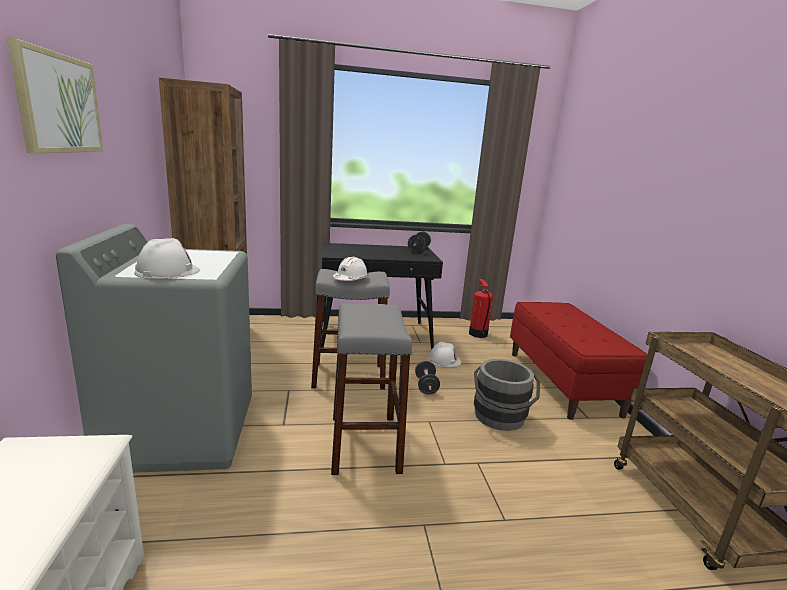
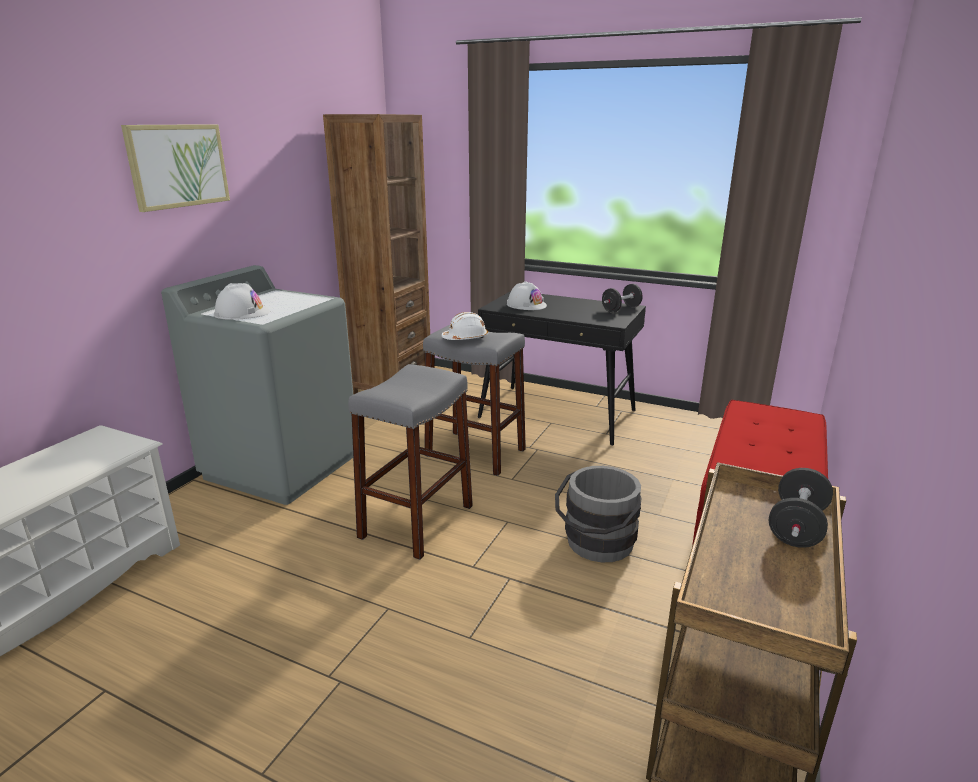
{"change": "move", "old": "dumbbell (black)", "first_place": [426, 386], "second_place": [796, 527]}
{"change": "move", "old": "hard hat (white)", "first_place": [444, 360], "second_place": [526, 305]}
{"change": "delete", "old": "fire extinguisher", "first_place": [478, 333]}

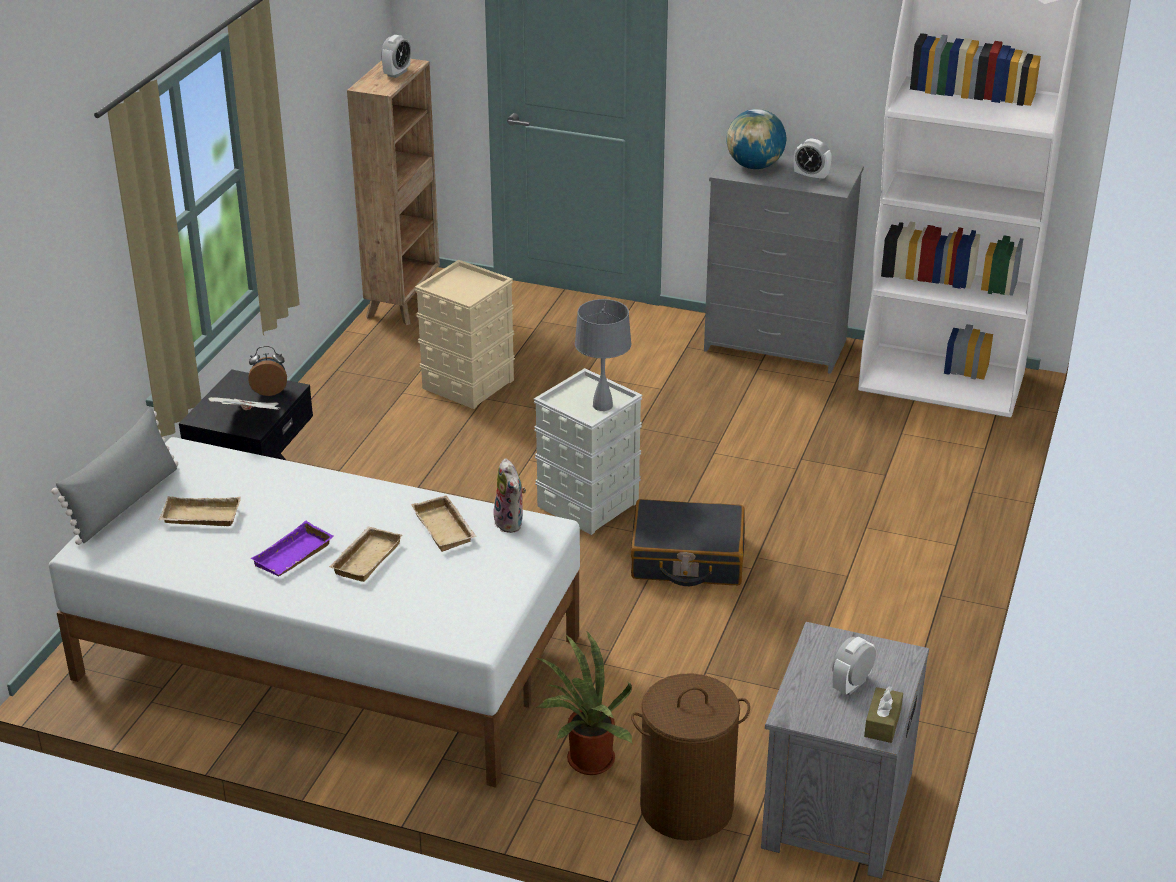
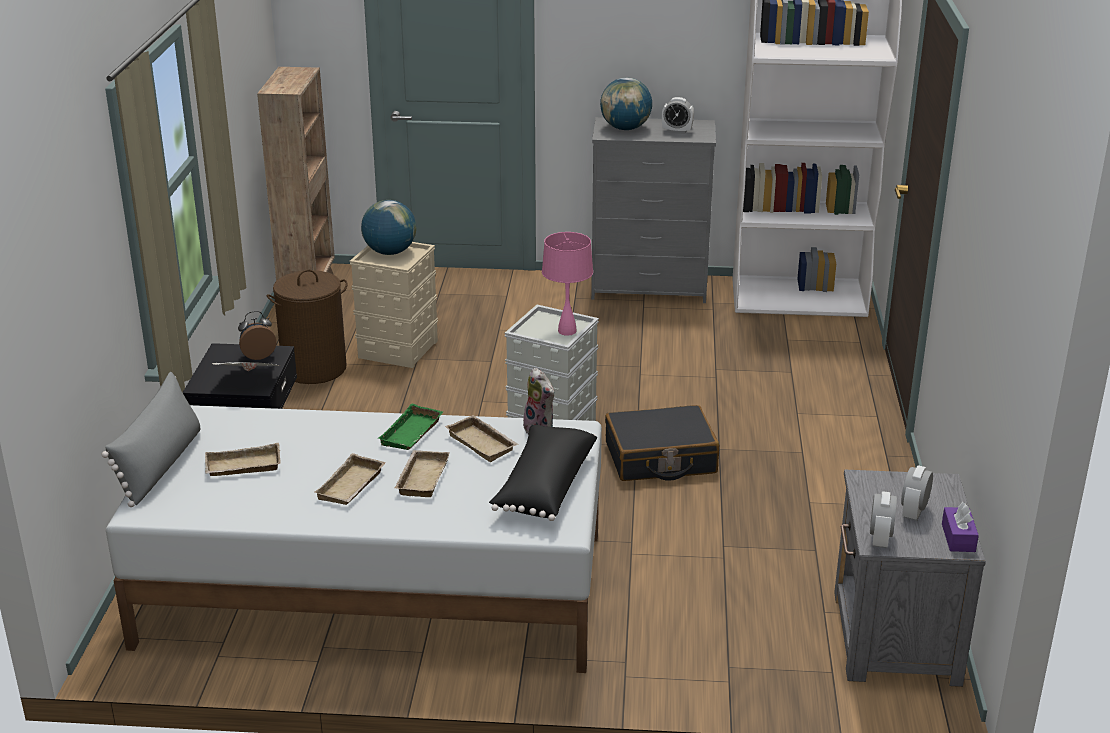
{"change": "recolor", "old": "tray (purple)", "new": "tray (beige)", "first_place": [294, 557], "second_place": [352, 486]}
{"change": "move", "old": "alarm clock", "first_place": [397, 73], "second_place": [880, 539]}
{"change": "delete", "old": "potted plant", "first_place": [585, 762]}
{"change": "recolor", "old": "table lamp (grey)", "new": "table lamp (pink)", "first_place": [602, 406], "second_place": [567, 331]}
{"change": "move", "old": "laundry basket (brown)", "first_place": [685, 808], "second_place": [313, 369]}
{"change": "recolor", "old": "tissue box (brown)", "new": "tissue box (purple)", "first_place": [882, 723], "second_place": [958, 538]}
{"change": "insert", "new": "globe", "second_place": [390, 252]}
{"change": "insert", "new": "tray (green)", "second_place": [412, 434]}
{"change": "insert", "new": "pillow (black)", "second_place": [543, 487]}

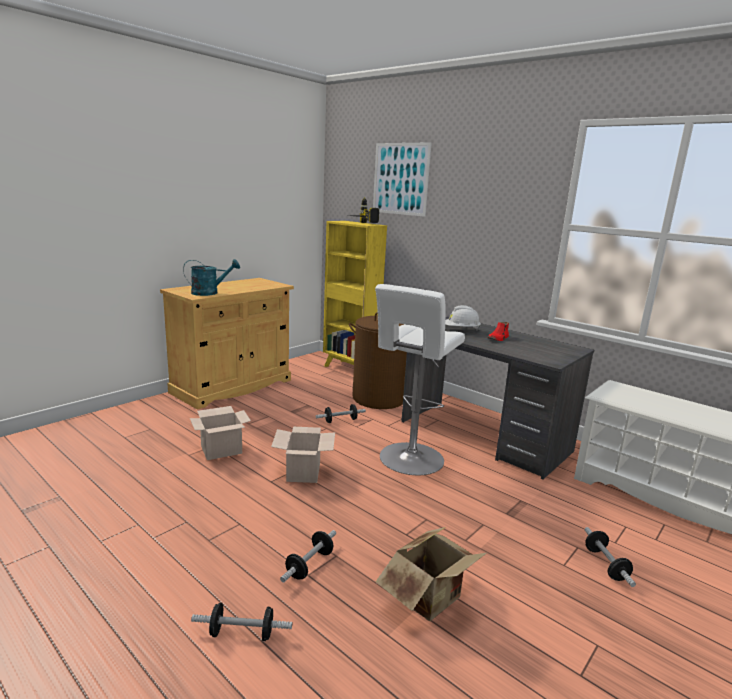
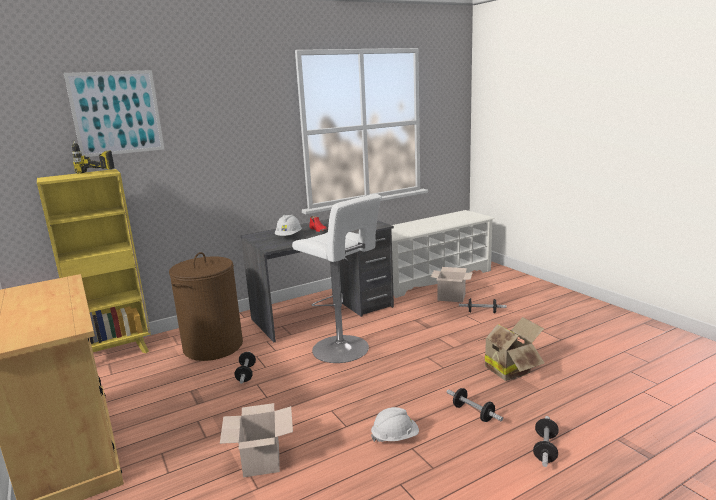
{"change": "delete", "old": "watering can (turquoise)", "first_place": [210, 293]}
{"change": "move", "old": "cardboard box", "first_place": [304, 473], "second_place": [452, 297]}
{"change": "insert", "new": "hard hat (white)", "second_place": [395, 437]}

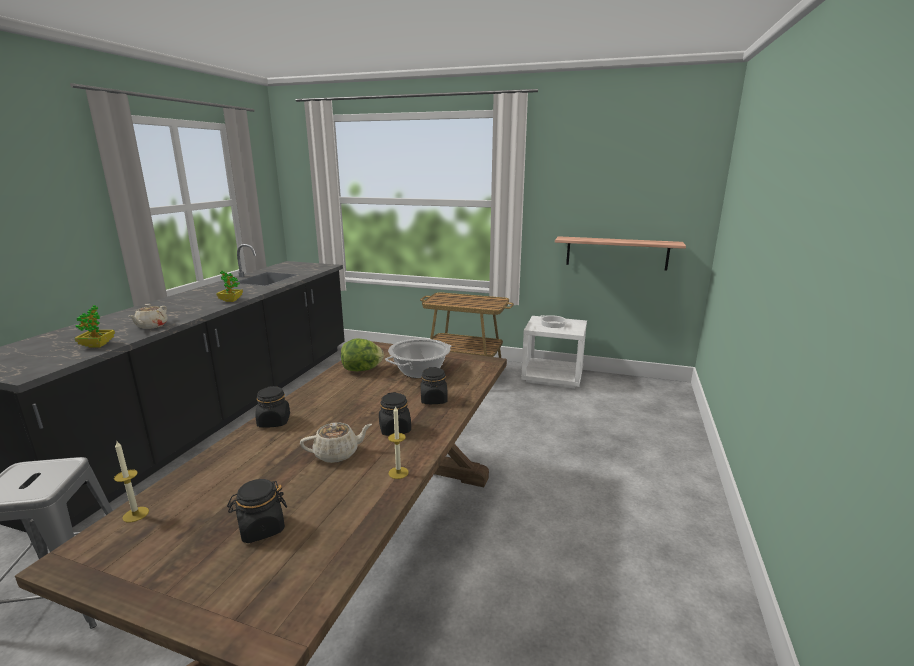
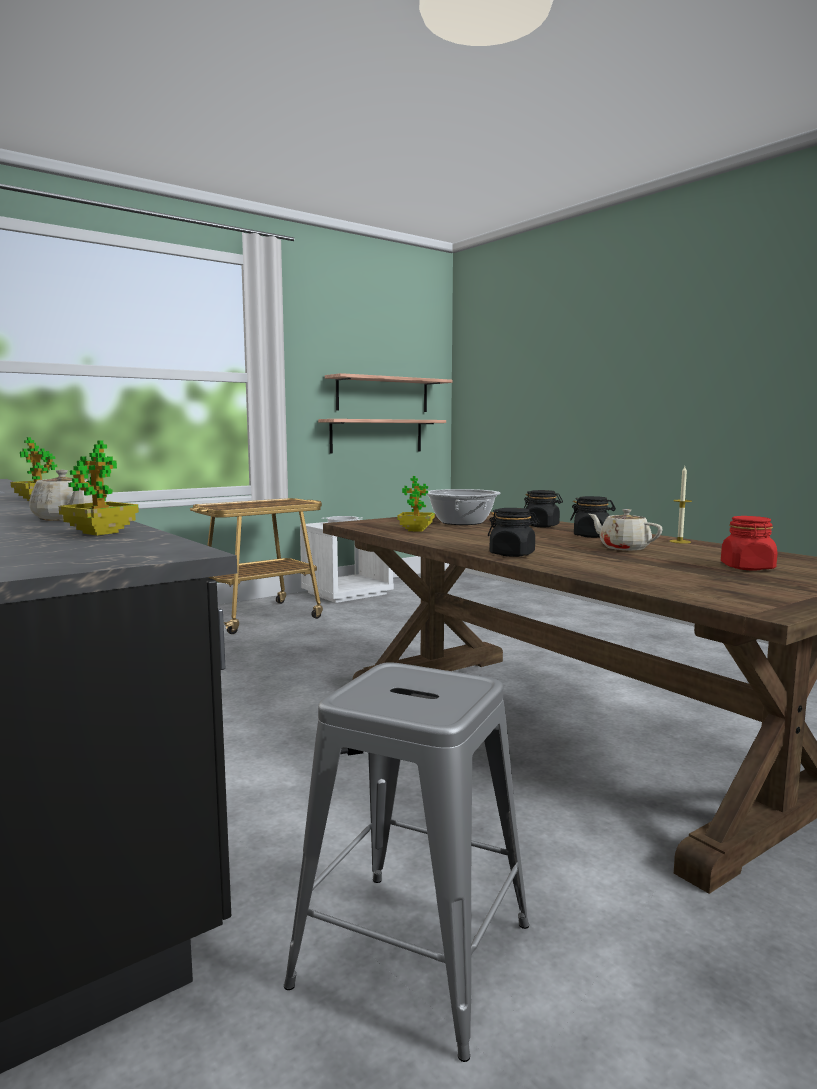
{"change": "delete", "old": "candle", "first_place": [135, 514]}
{"change": "recolor", "old": "jar (black)", "new": "jar (red)", "first_place": [261, 528], "second_place": [747, 568]}
{"change": "rotate", "old": "teapot (beige)", "first_place": [337, 454], "second_place": [623, 548], "degrees": -60}
{"change": "replace", "old": "lettuce", "new": "potted plant", "first_place": [362, 369], "second_place": [416, 530]}
{"change": "insert", "new": "shelf", "second_place": [383, 394]}

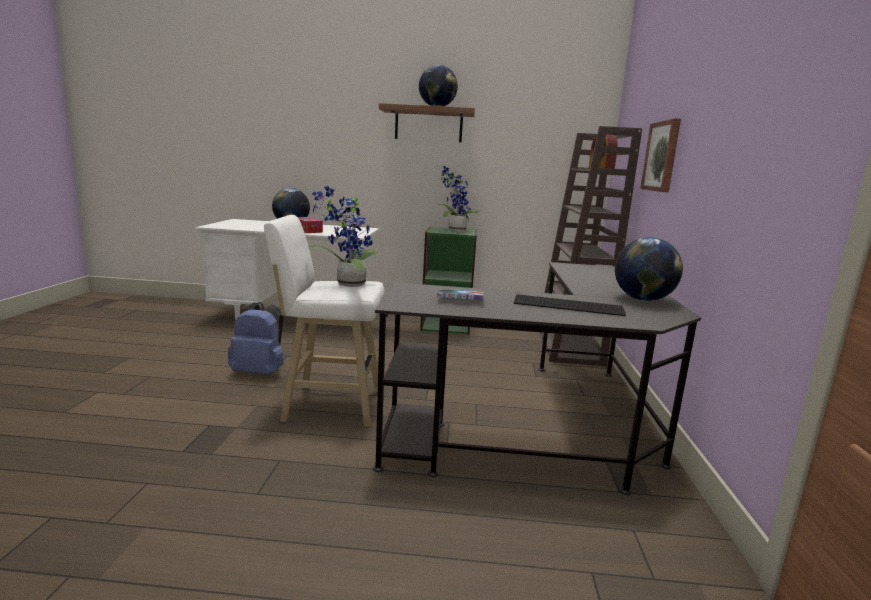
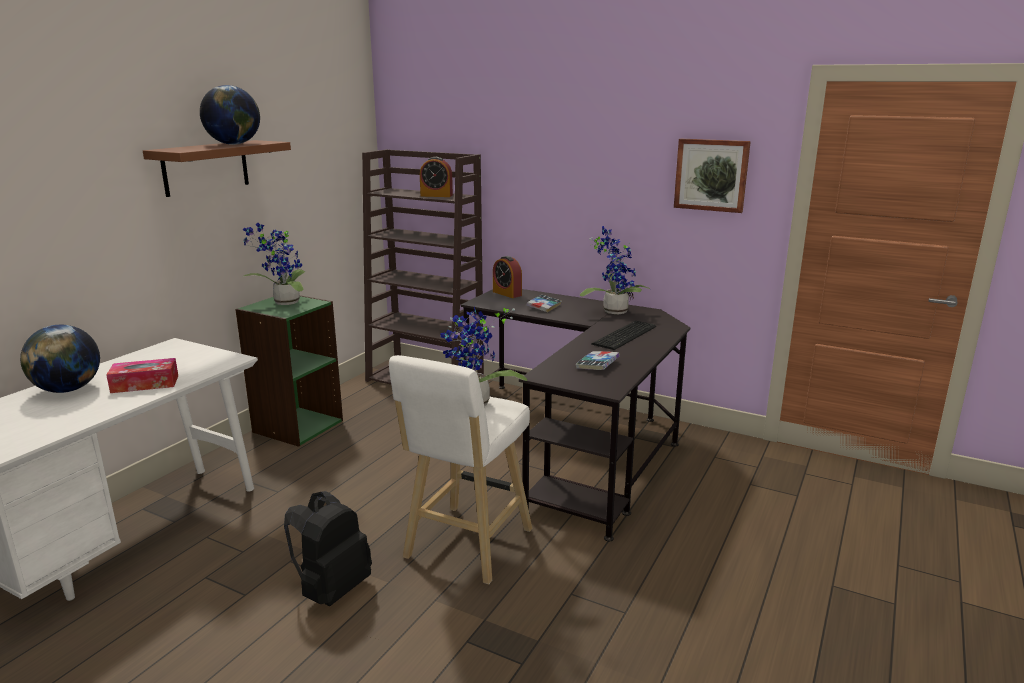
{"change": "recolor", "old": "backpack (blue)", "new": "backpack (black)", "first_place": [260, 372], "second_place": [332, 589]}
{"change": "replace", "old": "globe", "new": "potted plant", "first_place": [643, 299], "second_place": [613, 310]}
{"change": "move", "old": "picture", "first_place": [662, 156], "second_place": [711, 175]}
{"change": "insert", "new": "alarm clock", "second_place": [507, 293]}
{"change": "insert", "new": "book", "second_place": [544, 307]}

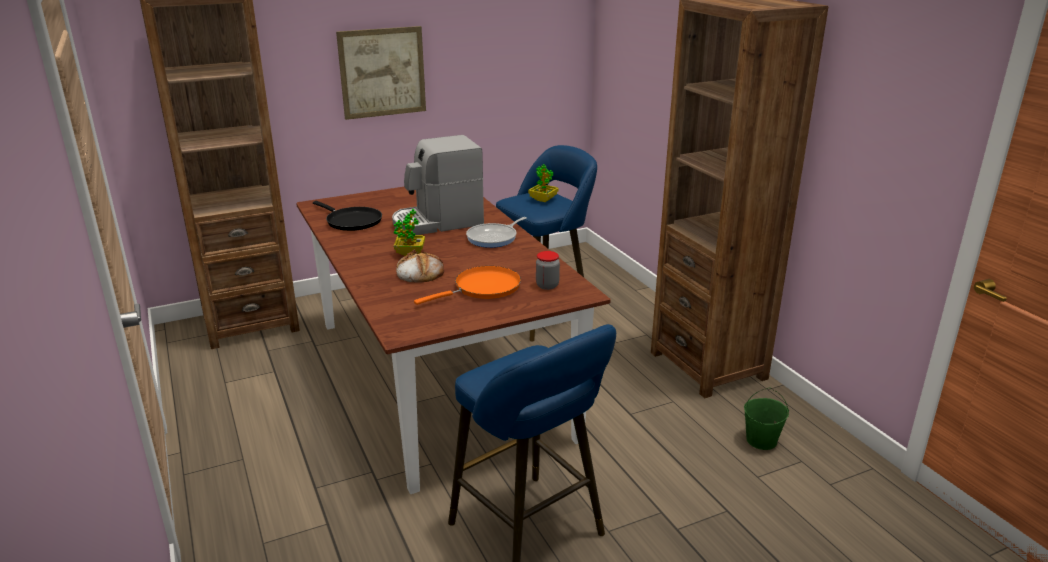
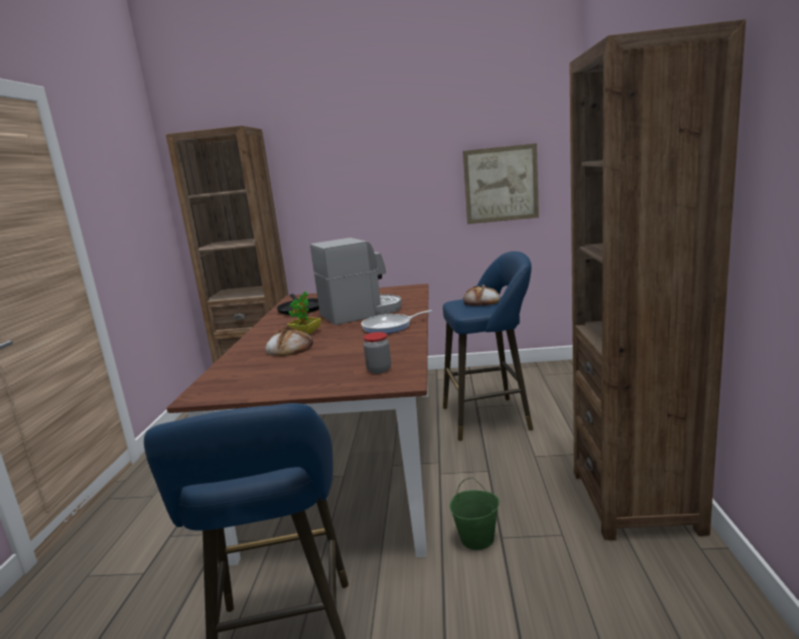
{"change": "move", "old": "picture", "first_place": [382, 72], "second_place": [501, 184]}
{"change": "rotate", "old": "coffee machine", "first_place": [437, 222], "second_place": [362, 312], "degrees": 150}
{"change": "delete", "old": "frying pan (orange)", "first_place": [483, 288]}
{"change": "replace", "old": "potted plant", "new": "bread", "first_place": [543, 199], "second_place": [482, 301]}
{"change": "move", "old": "bucket (green)", "first_place": [761, 440], "second_place": [477, 538]}

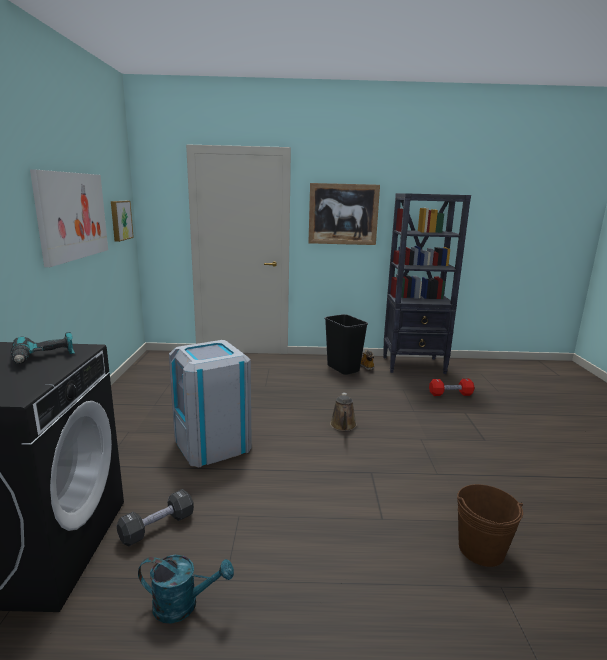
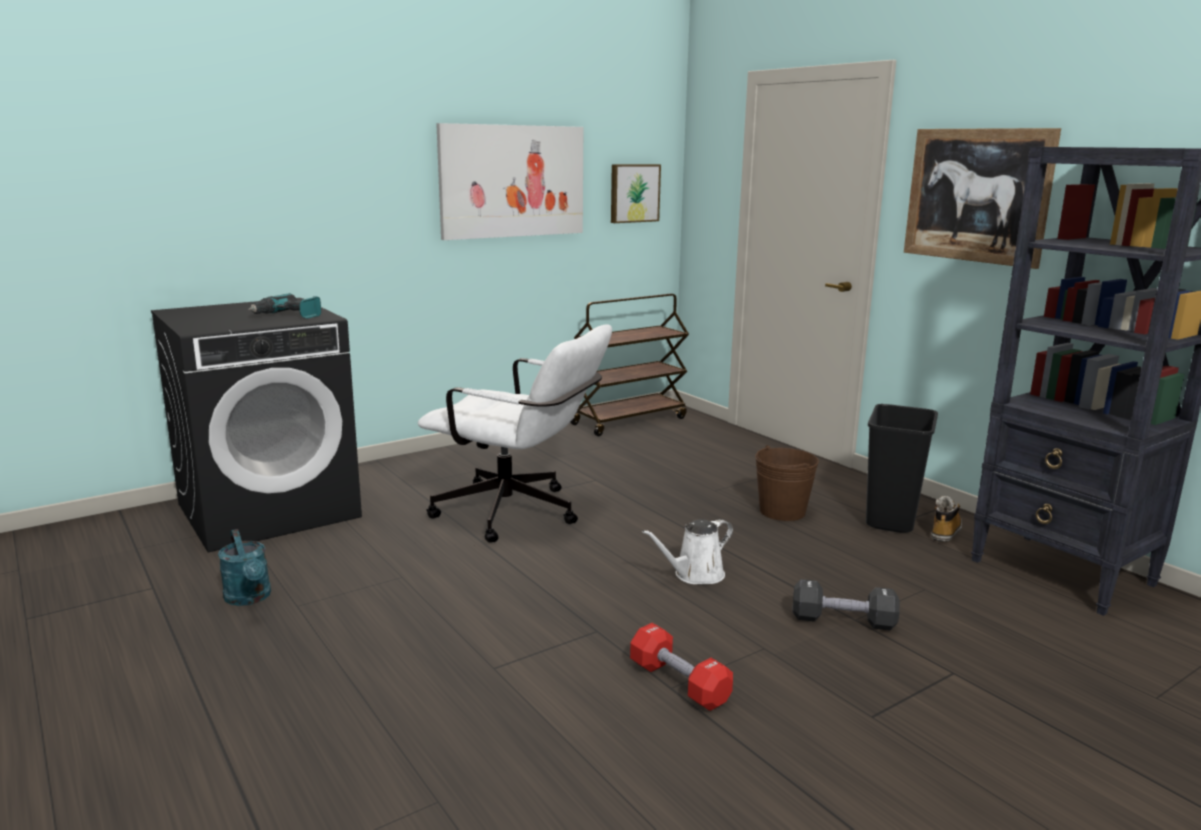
{"change": "move", "old": "dumbbell (black)", "first_place": [157, 527], "second_place": [843, 621]}
{"change": "replace", "old": "trash can (grey)", "new": "office chair (white)", "first_place": [213, 444], "second_place": [518, 515]}
{"change": "recolor", "old": "watering can (brown)", "new": "watering can (white)", "first_place": [343, 426], "second_place": [695, 575]}
{"change": "move", "old": "dumbbell (red)", "first_place": [450, 394], "second_place": [679, 683]}
{"change": "move", "old": "bucket (brown)", "first_place": [481, 549], "second_place": [782, 511]}
{"change": "insert", "new": "cart (brown)", "second_place": [629, 421]}

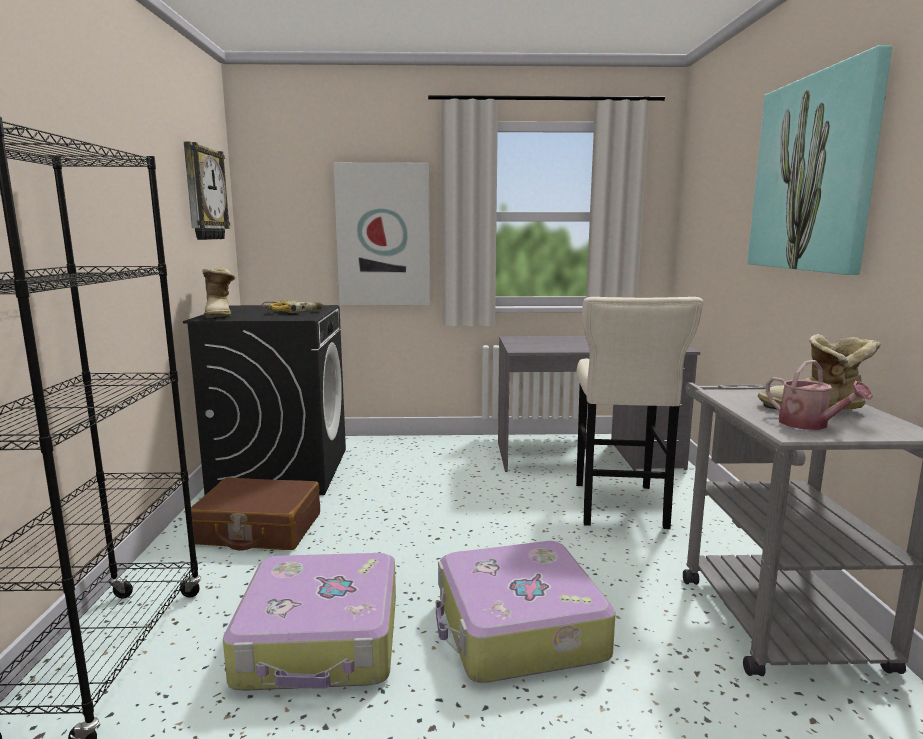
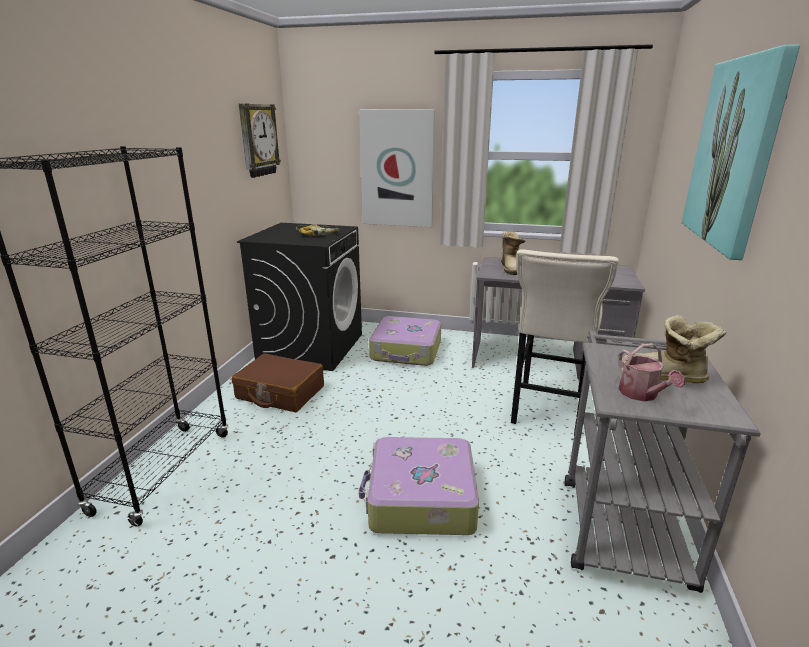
{"change": "move", "old": "boot", "first_place": [220, 315], "second_place": [511, 268]}
{"change": "move", "old": "suitcase", "first_place": [321, 641], "second_place": [406, 351]}

